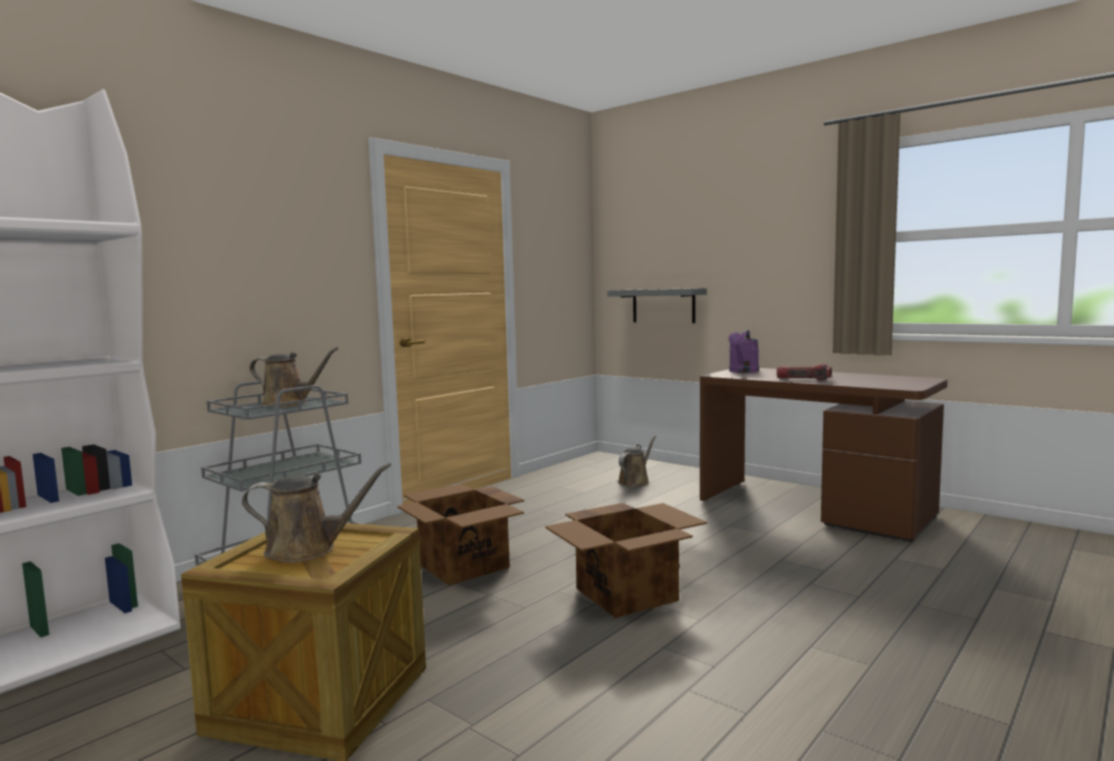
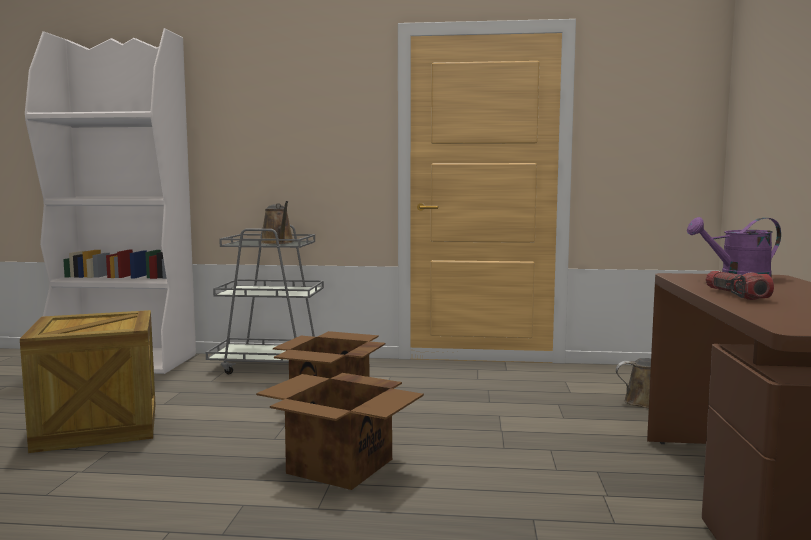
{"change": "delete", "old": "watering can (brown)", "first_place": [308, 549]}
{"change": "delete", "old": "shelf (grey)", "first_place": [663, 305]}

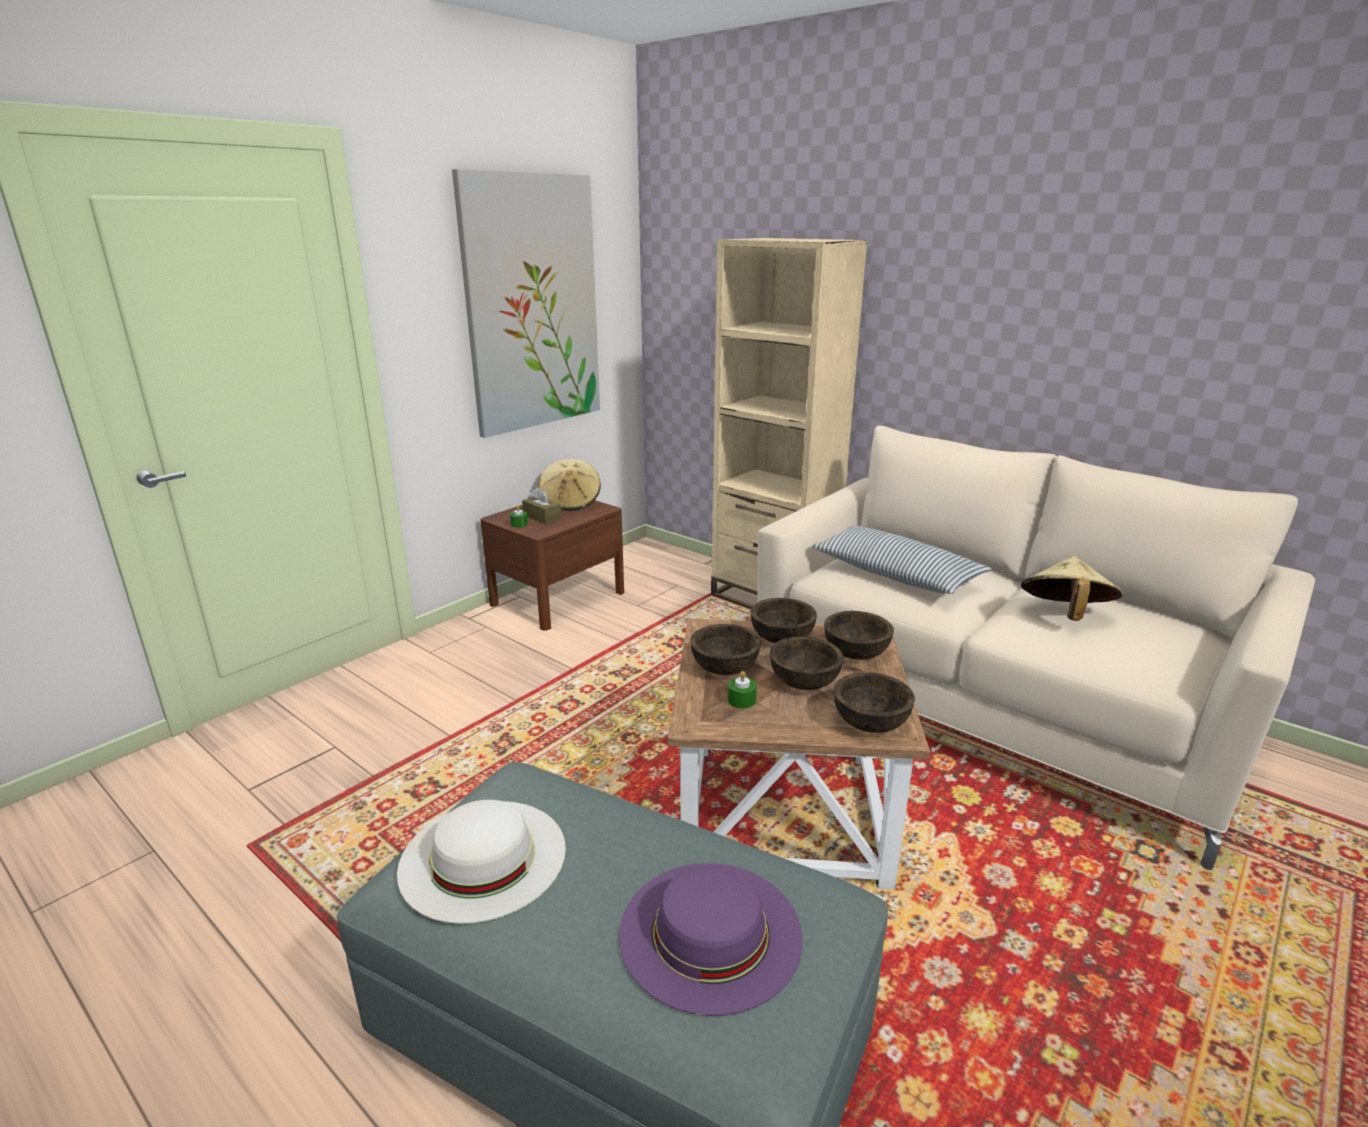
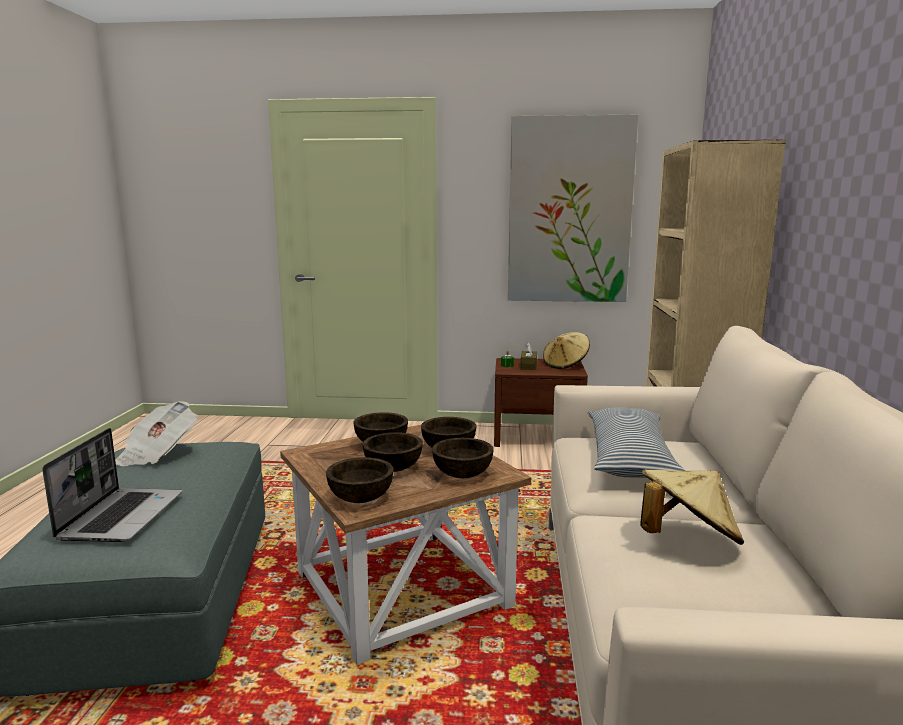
{"change": "replace", "old": "hat (white)", "new": "newspaper", "first_place": [483, 858], "second_place": [157, 454]}
{"change": "replace", "old": "hat (purple)", "new": "laptop", "first_place": [710, 932], "second_place": [122, 516]}
{"change": "delete", "old": "candle (green)", "first_place": [741, 700]}

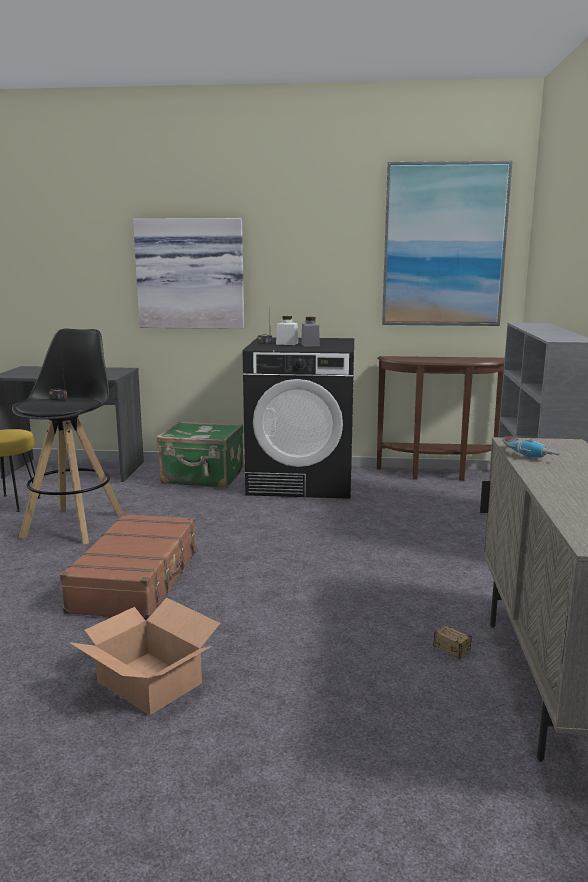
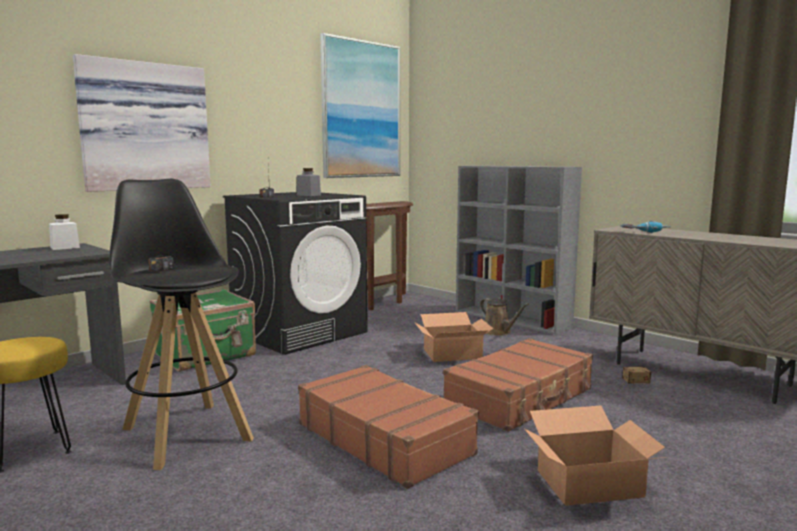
{"change": "move", "old": "jar (white)", "first_place": [287, 343], "second_place": [65, 247]}
{"change": "insert", "new": "cardboard box", "second_place": [453, 354]}
{"change": "insert", "new": "suitcase (brown)", "second_place": [520, 398]}
{"change": "insert", "new": "watering can (brown)", "second_place": [498, 332]}

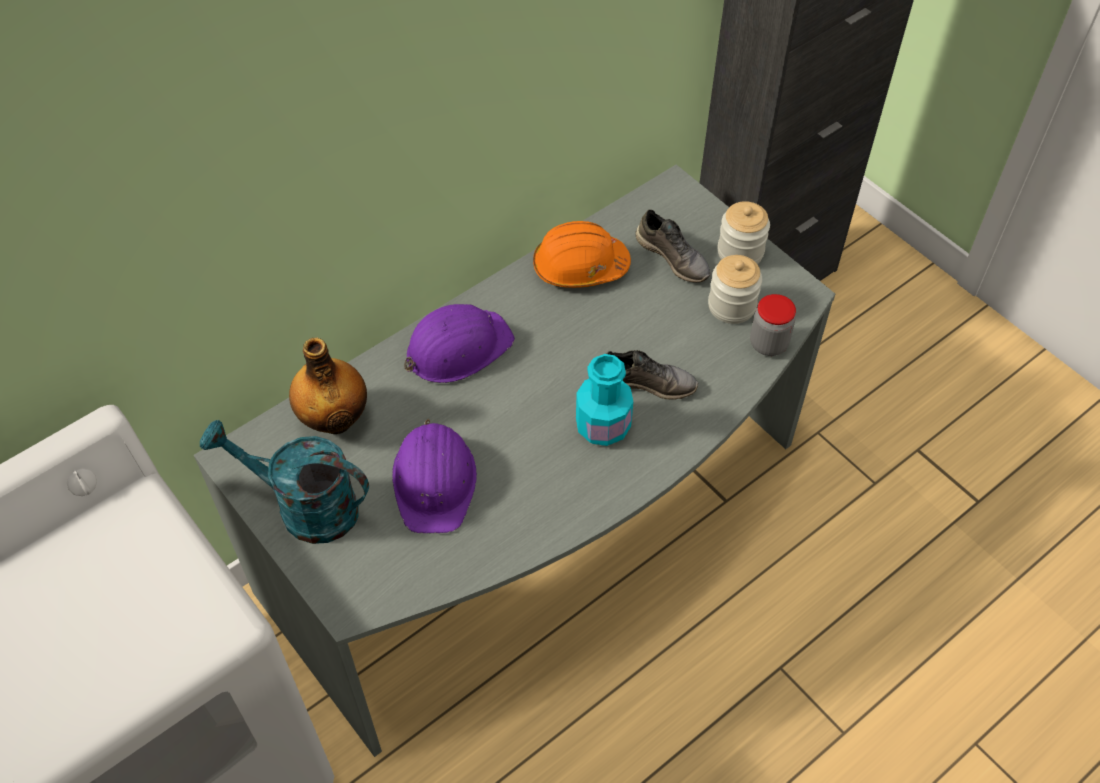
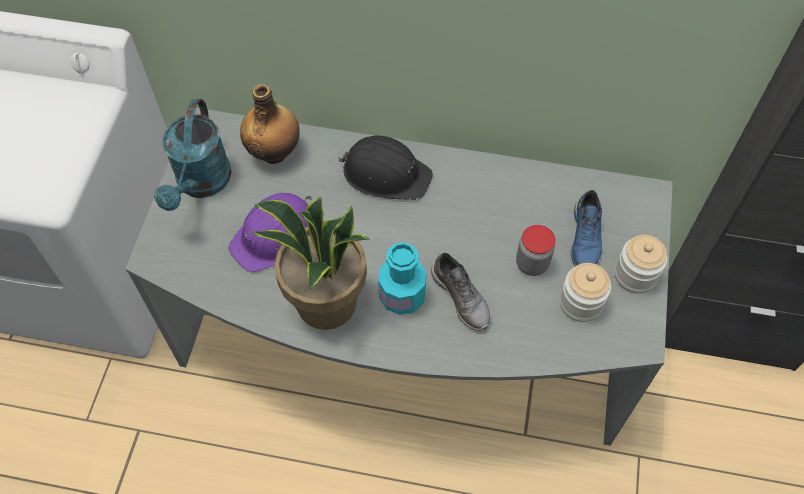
{"change": "rotate", "old": "watering can (turquoise)", "first_place": [304, 507], "second_place": [201, 184], "degrees": -150}
{"change": "recolor", "old": "hard hat (purple)", "new": "hard hat (black)", "first_place": [457, 348], "second_place": [385, 173]}
{"change": "delete", "old": "hard hat (orange)", "first_place": [579, 267]}
{"change": "recolor", "old": "shoe (grey)", "new": "shoe (blue)", "first_place": [673, 257], "second_place": [586, 238]}
{"change": "move", "old": "jar", "first_place": [768, 344], "second_place": [532, 264]}
{"change": "insert", "new": "potted plant", "second_place": [326, 304]}

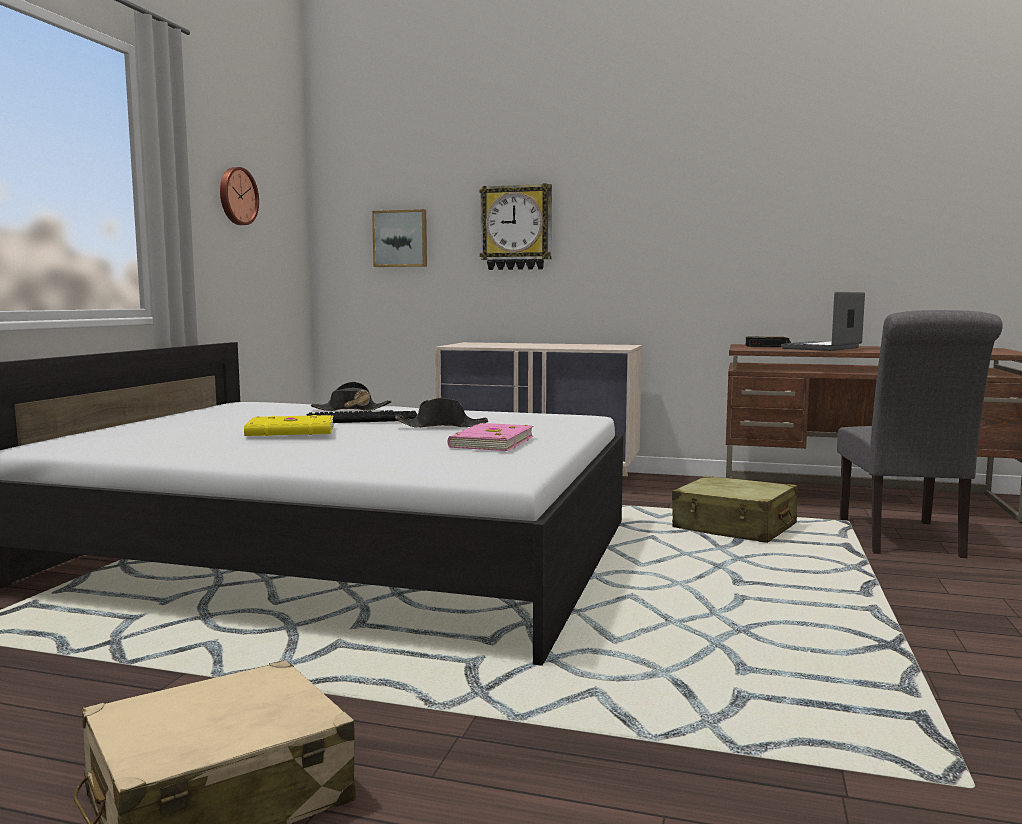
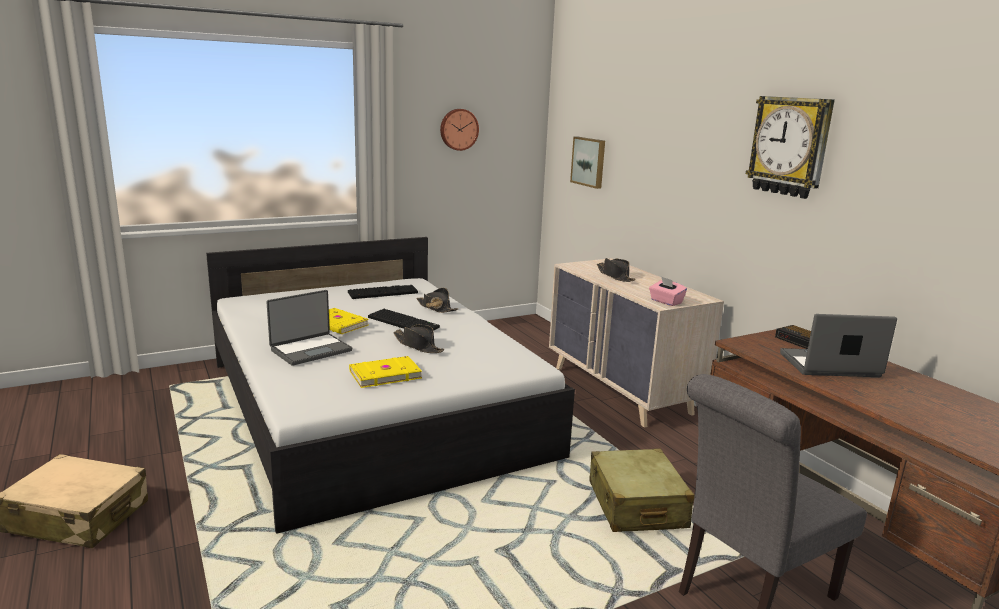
{"change": "recolor", "old": "book (pink)", "new": "book (yellow)", "first_place": [490, 442], "second_place": [384, 374]}
{"change": "move", "old": "wall clock", "first_place": [516, 228], "second_place": [789, 146]}
{"change": "insert", "new": "laptop", "second_place": [310, 350]}
{"change": "insert", "new": "keyboard", "second_place": [383, 292]}
{"change": "insert", "new": "hat (black)", "second_place": [615, 276]}
{"change": "insert", "new": "tissue box (pink)", "second_place": [666, 302]}

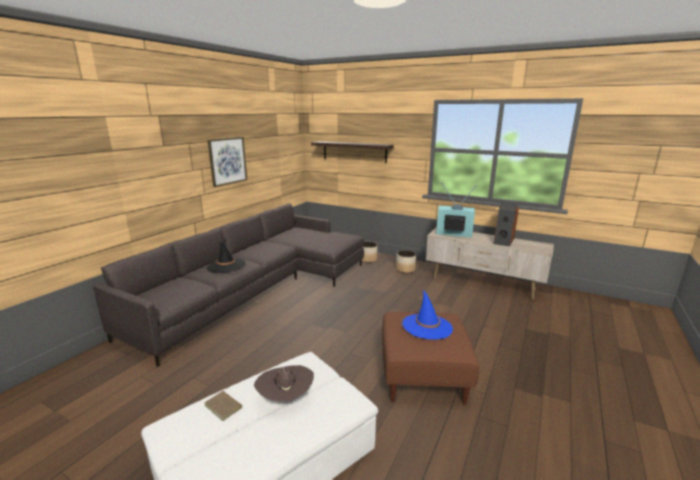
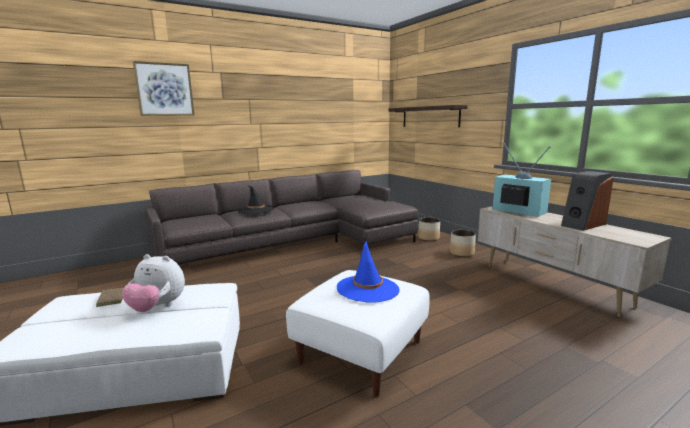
{"change": "move", "old": "picture", "first_place": [227, 161], "second_place": [164, 89]}
{"change": "replace", "old": "hat (brown)", "new": "plush toy", "first_place": [286, 399], "second_place": [157, 307]}
{"change": "recolor", "old": "ottoman (brown)", "new": "ottoman (white)", "first_place": [422, 375], "second_place": [360, 351]}

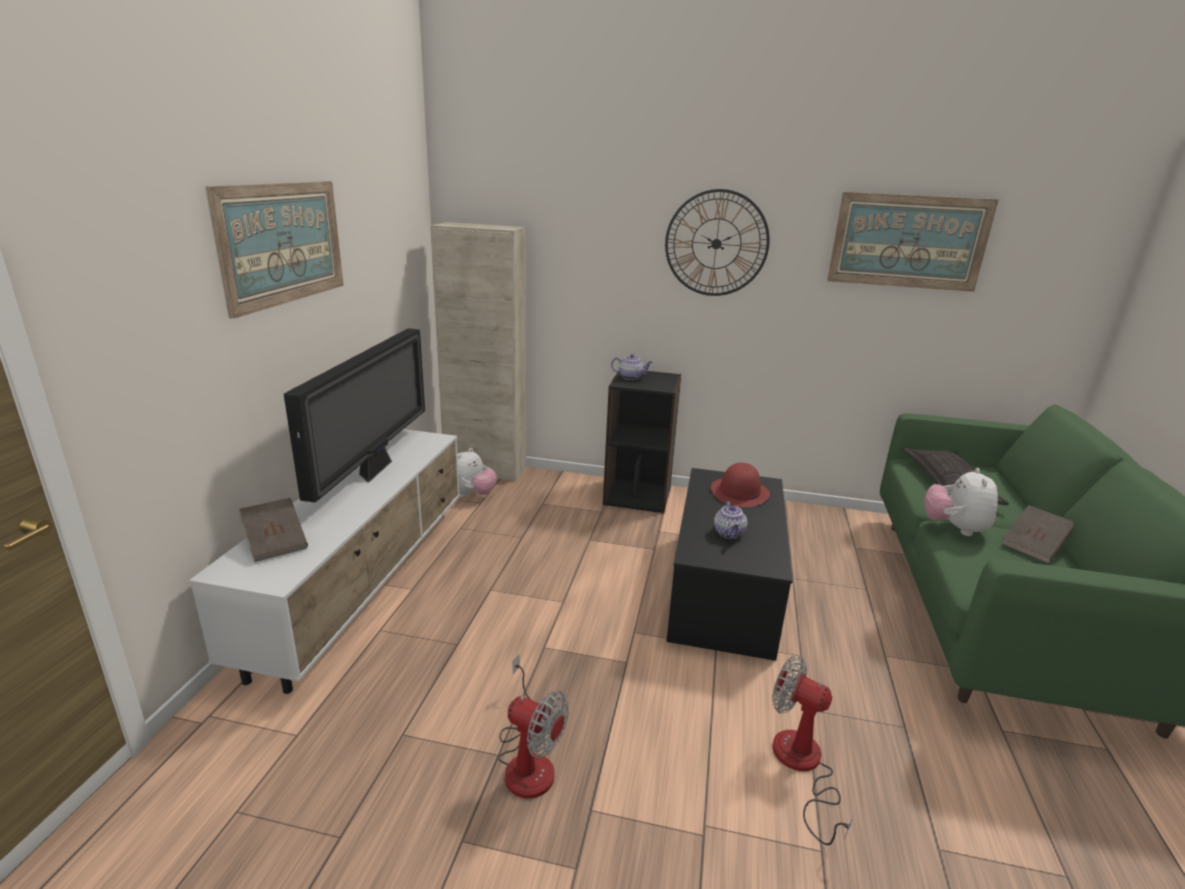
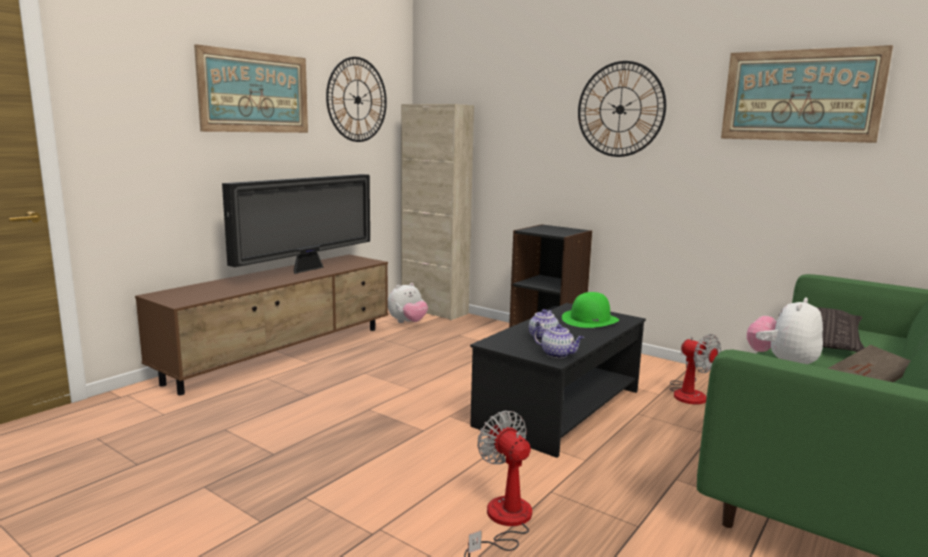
{"change": "recolor", "old": "tv stand (white)", "new": "tv stand (brown)", "first_place": [365, 582], "second_place": [283, 354]}
{"change": "delete", "old": "book (brown)", "first_place": [276, 543]}
{"change": "move", "old": "fan", "first_place": [528, 760], "second_place": [688, 393]}
{"change": "move", "old": "teapot", "first_place": [631, 377], "second_place": [558, 354]}
{"change": "recolor", "old": "hat (red)", "new": "hat (green)", "first_place": [739, 492], "second_place": [590, 319]}
{"change": "insert", "new": "wall clock", "second_place": [357, 100]}

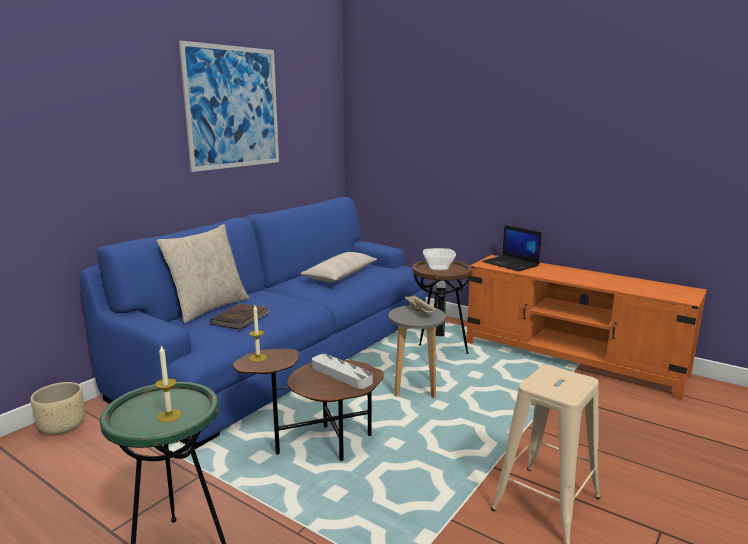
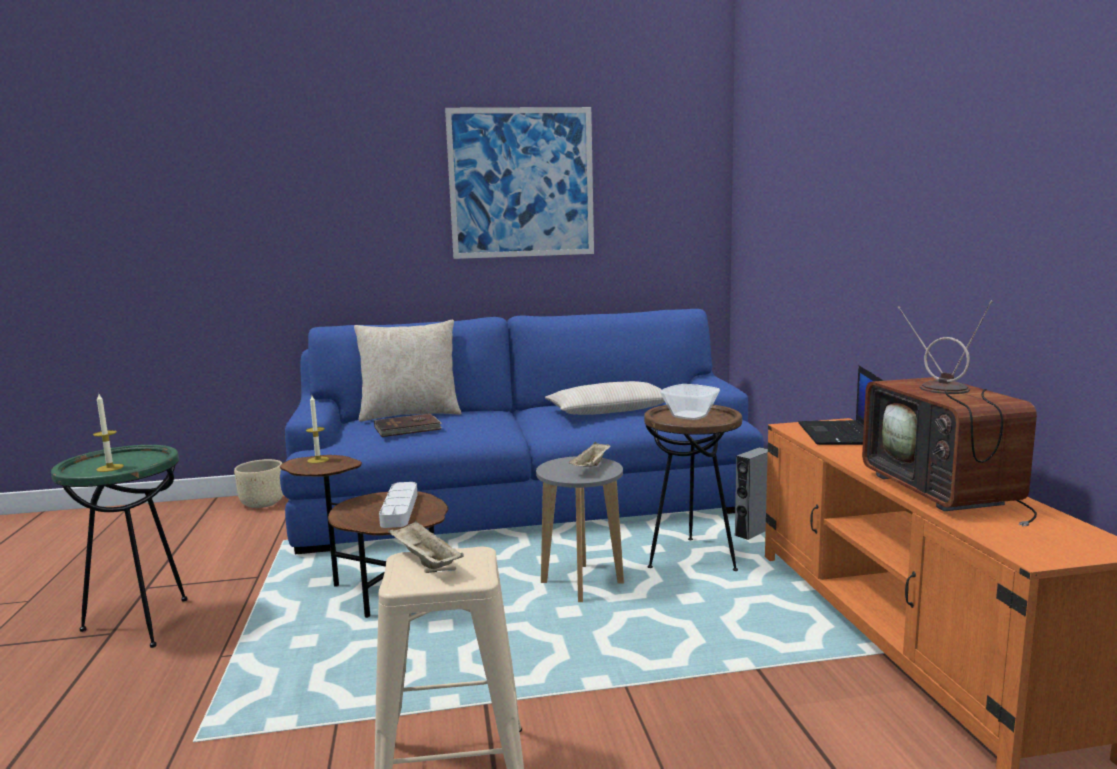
{"change": "insert", "new": "tray (beige)", "second_place": [424, 561]}
{"change": "insert", "new": "television", "second_place": [946, 492]}

